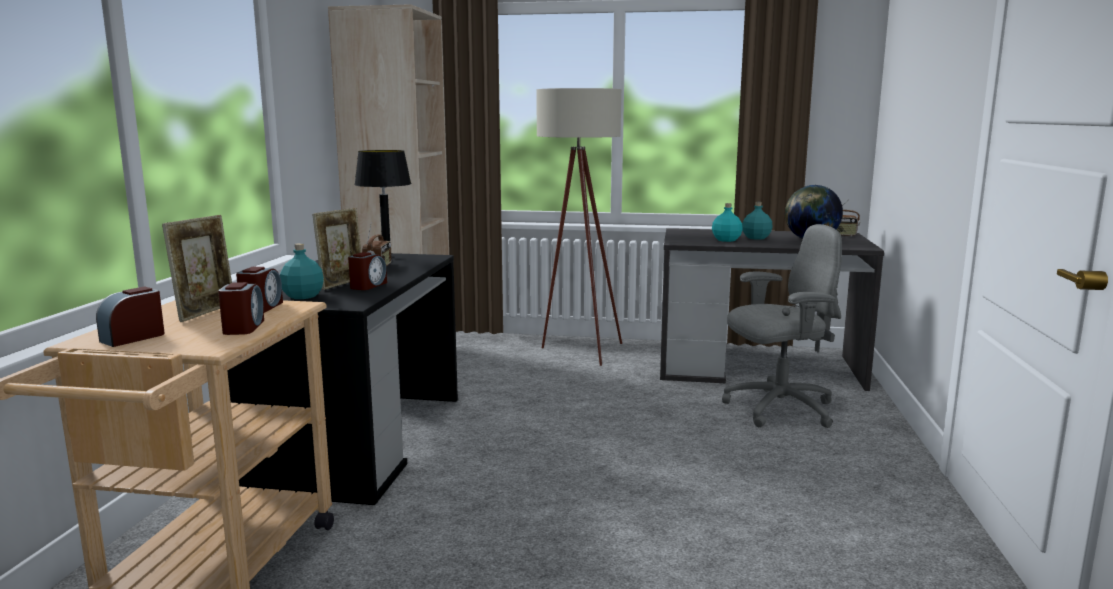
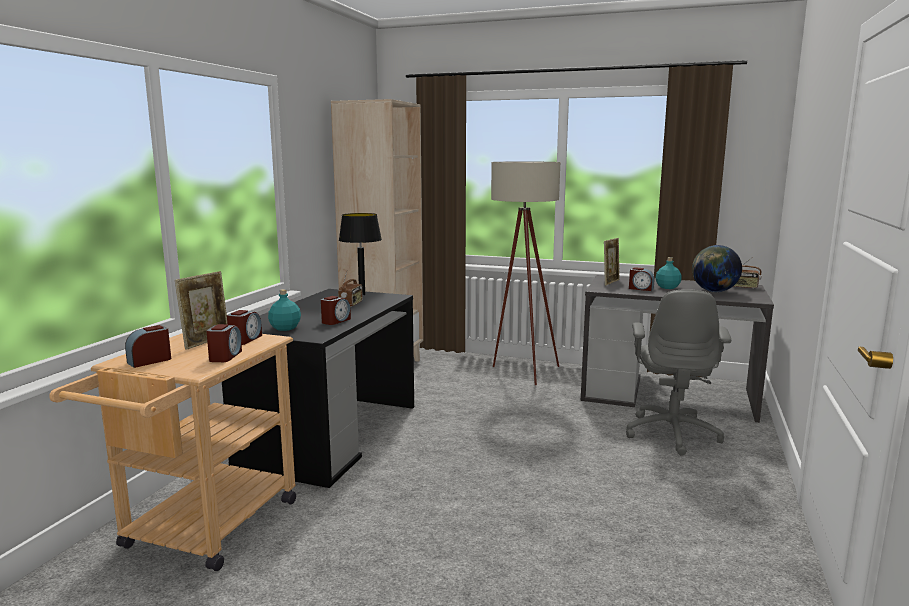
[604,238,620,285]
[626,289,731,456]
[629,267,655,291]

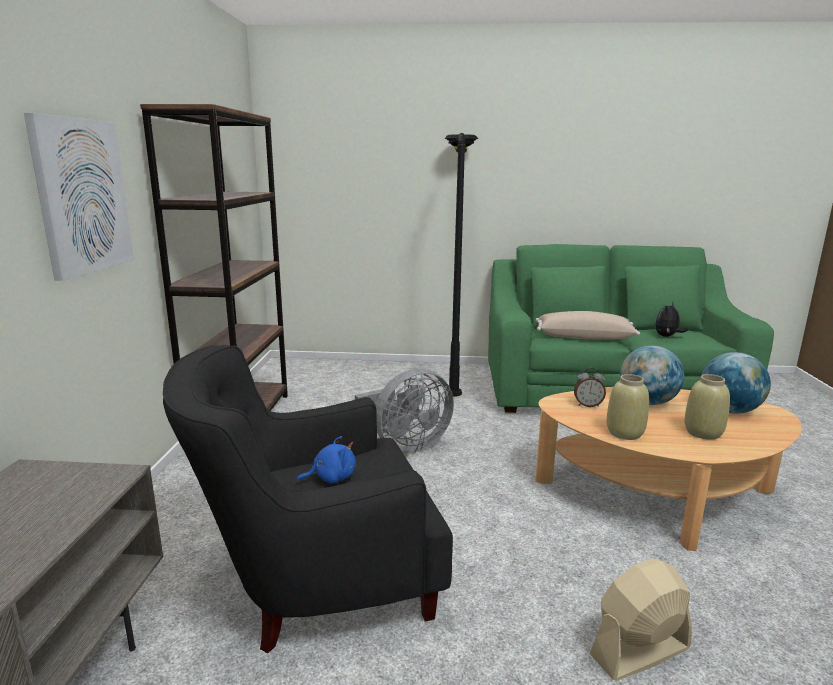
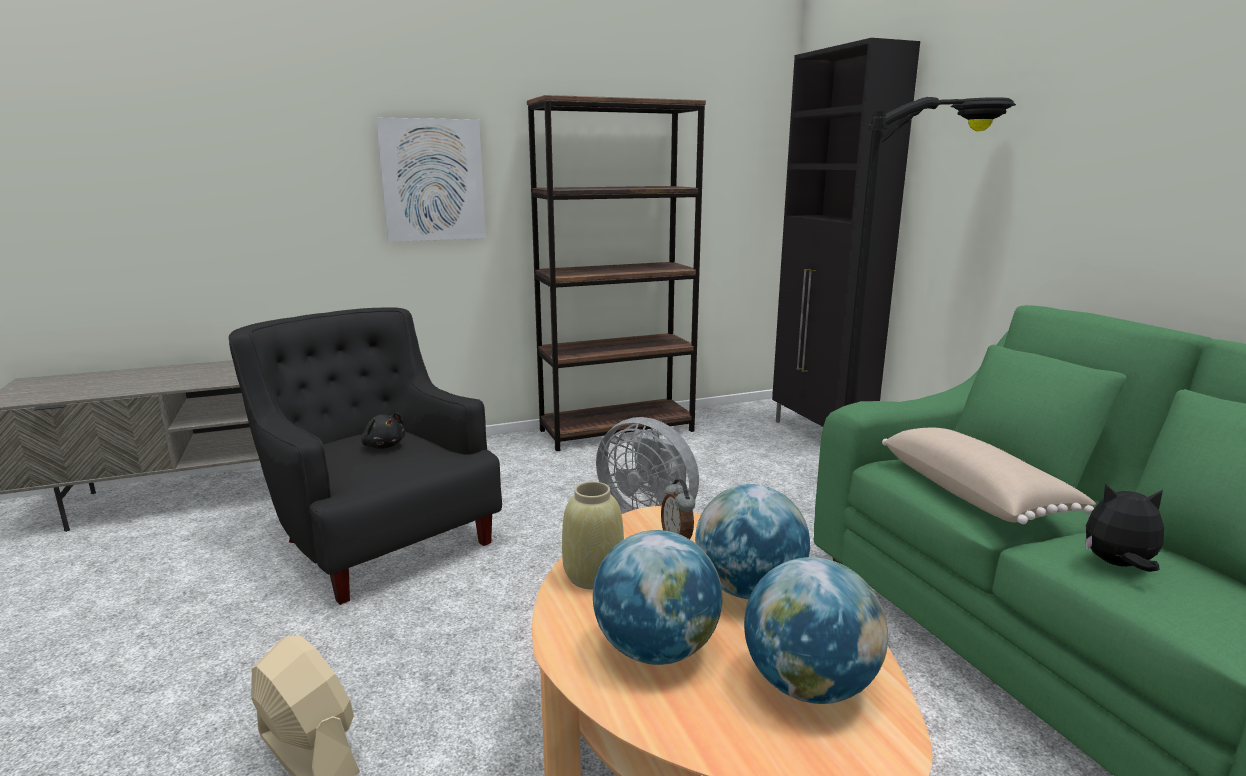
[361,412,405,449]
[593,530,722,665]
[772,38,920,427]

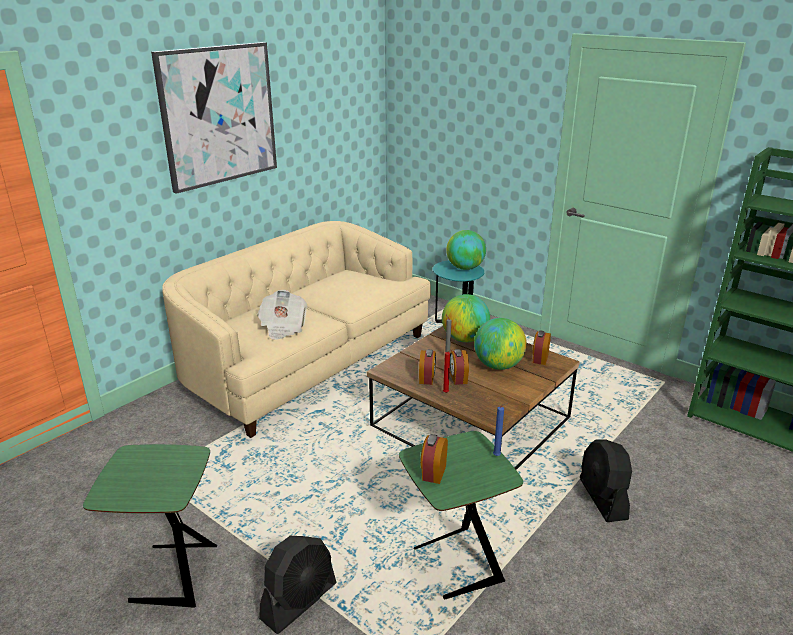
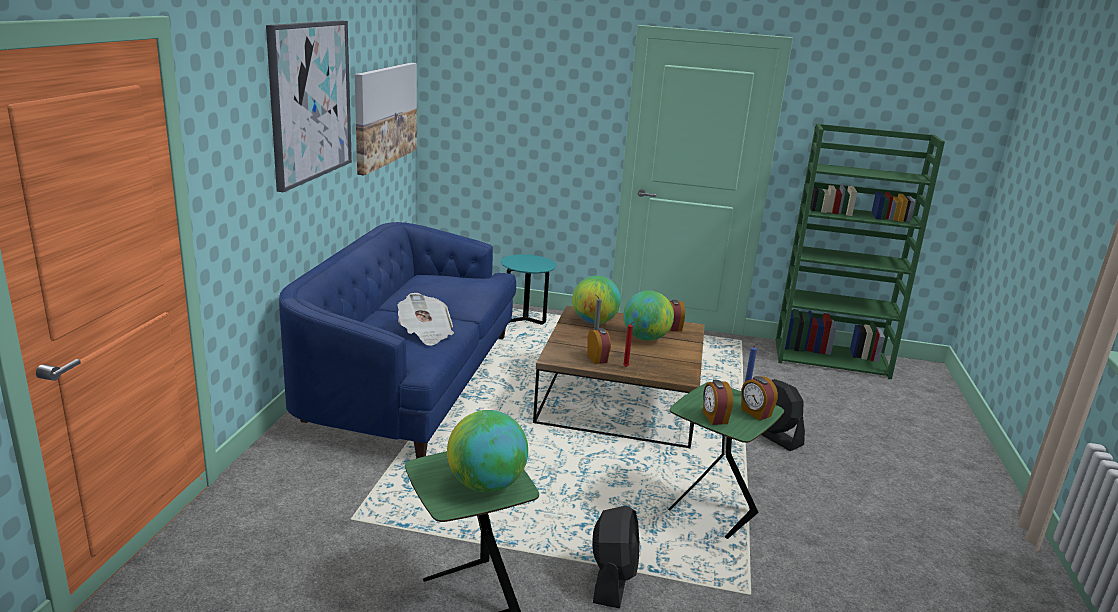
[279,222,516,459]
[355,63,417,175]
[447,410,528,492]
[741,376,778,420]

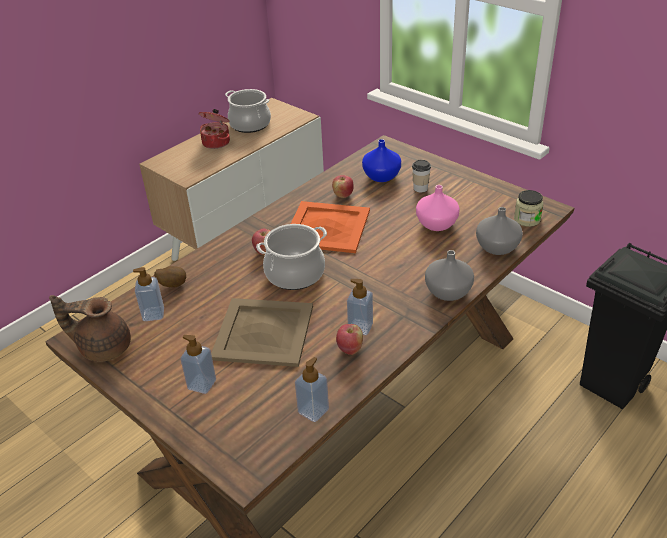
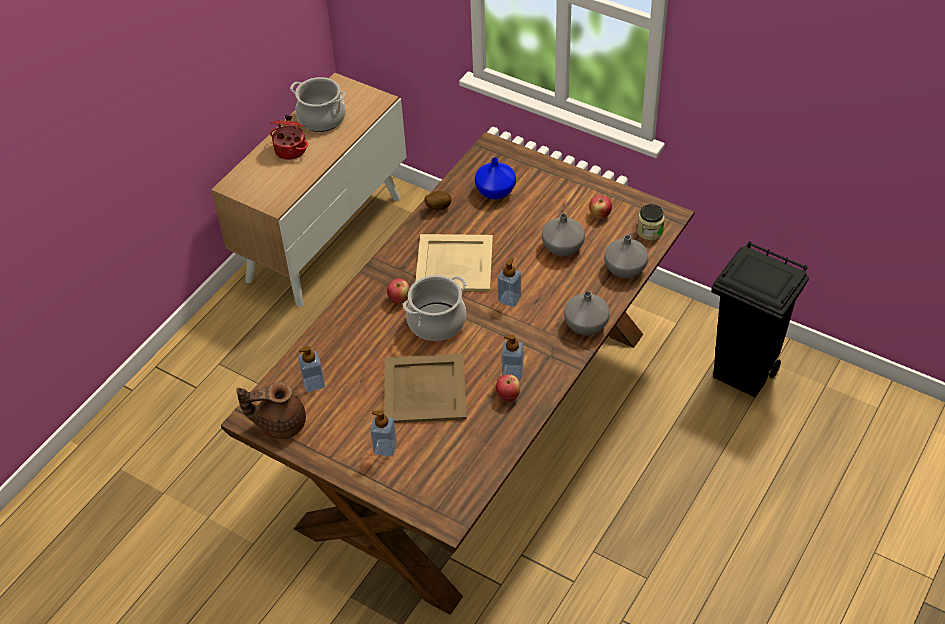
[415,234,493,291]
[425,191,452,210]
[498,257,521,307]
[542,213,585,256]
[589,195,612,219]
[412,160,431,192] (first image)

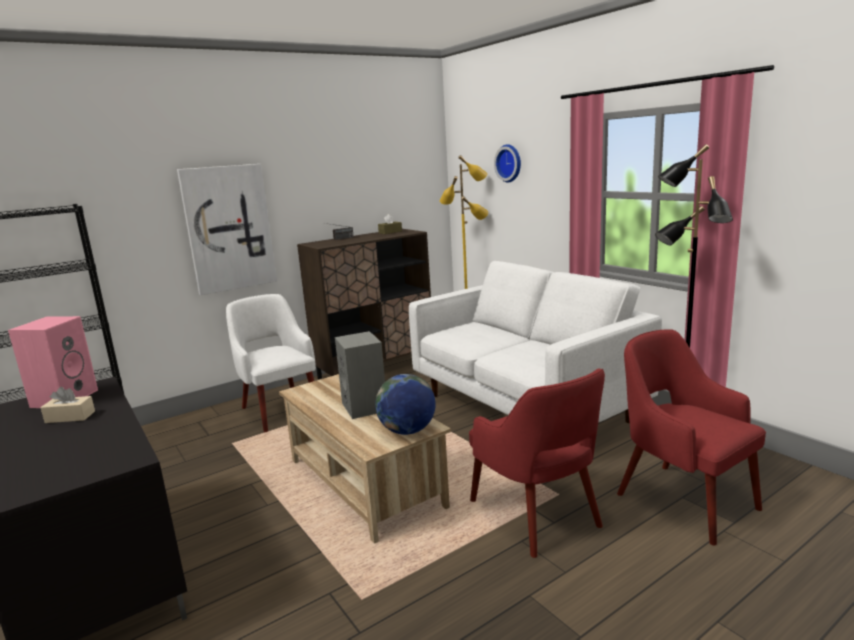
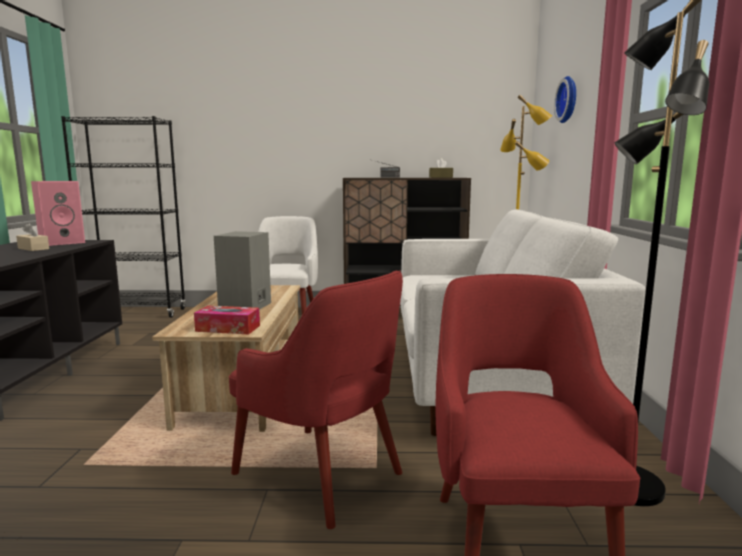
[194,306,260,334]
[229,270,403,529]
[177,164,277,295] (first image)

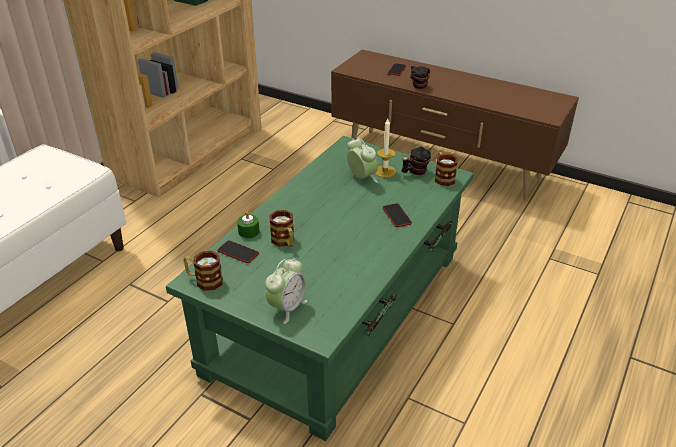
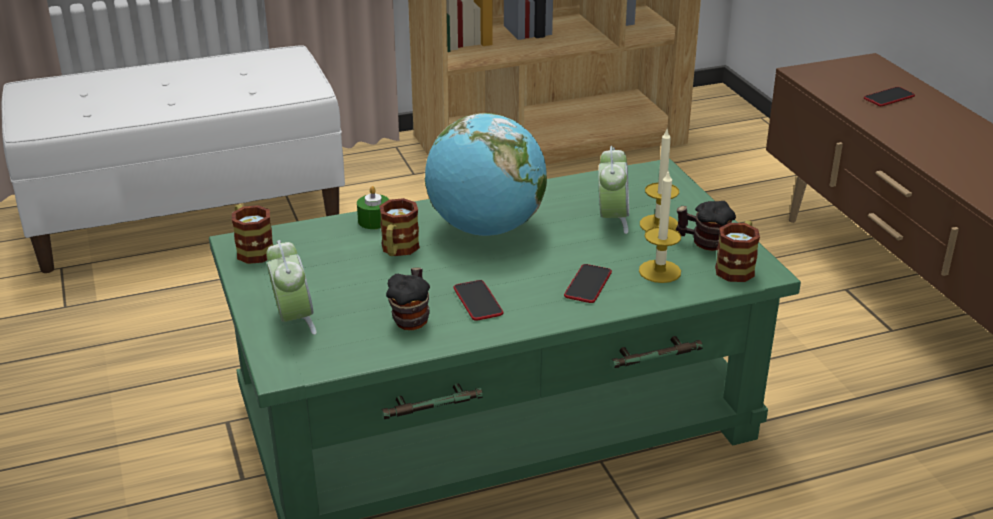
[267,240,317,335]
[386,268,430,330]
[425,113,547,236]
[453,280,504,321]
[639,170,681,283]

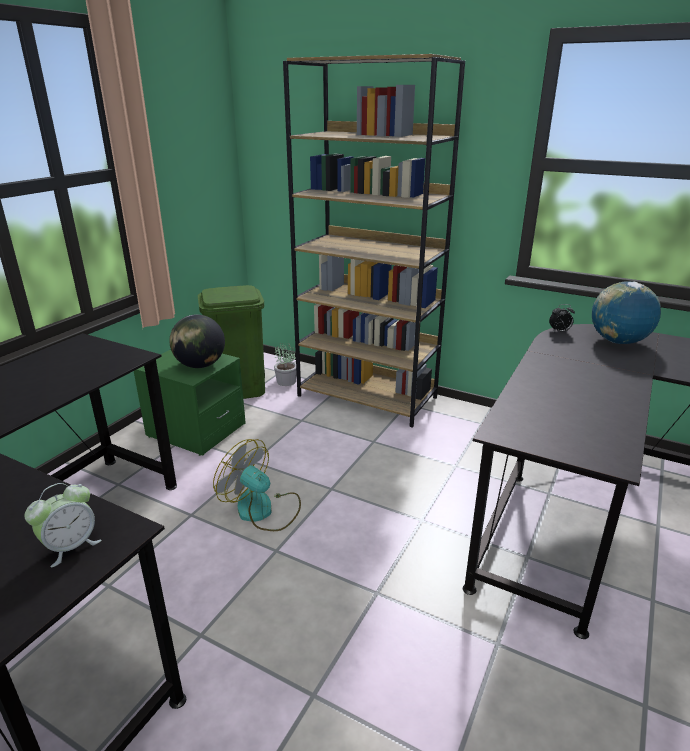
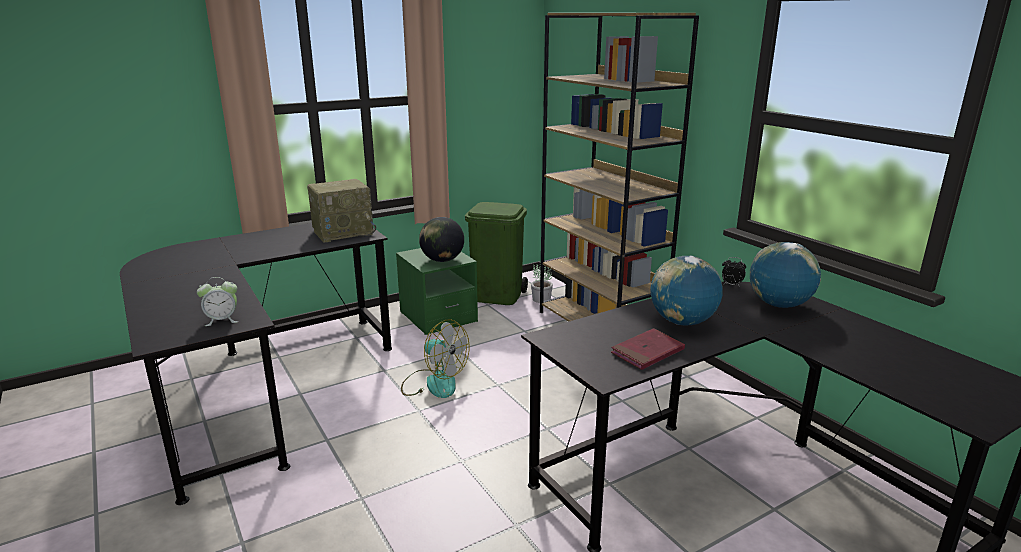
[307,179,376,243]
[401,319,469,398]
[611,328,685,370]
[651,256,723,325]

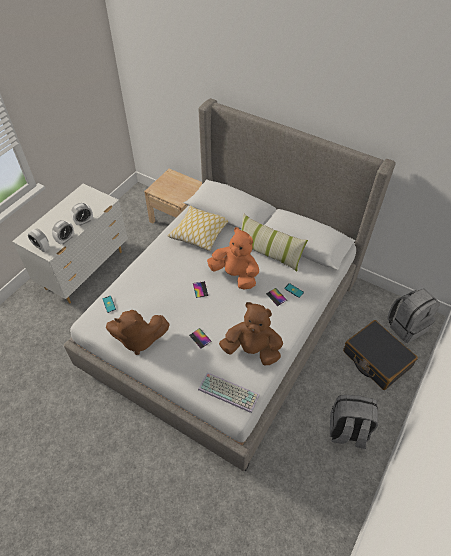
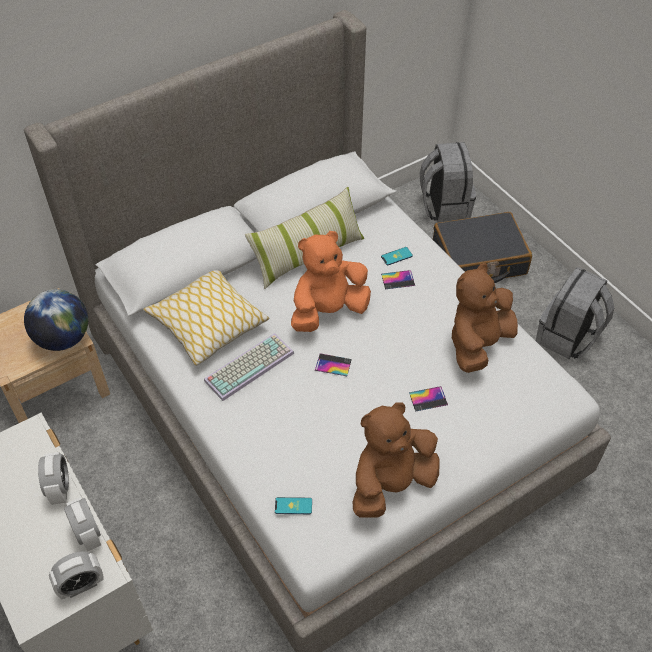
[24,289,88,351]
[204,333,294,401]
[352,402,440,518]

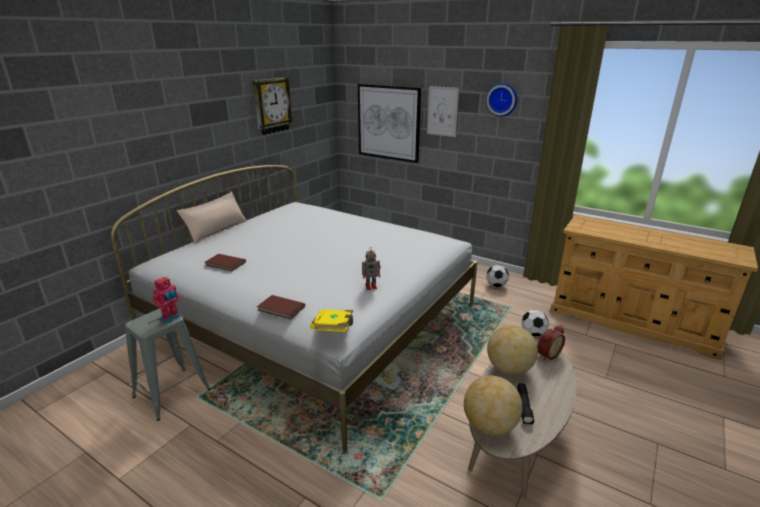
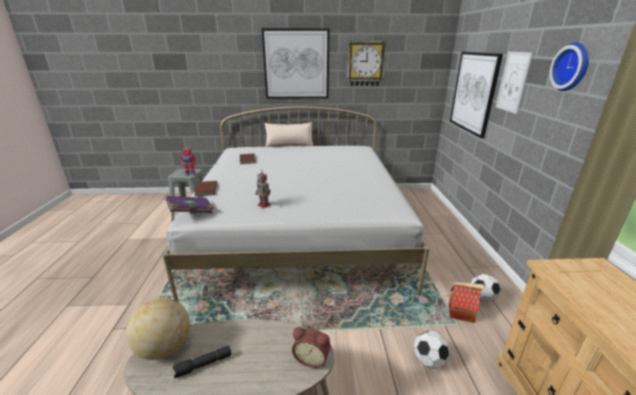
[166,196,214,214]
[262,28,330,99]
[449,282,485,323]
[487,325,538,375] (first image)

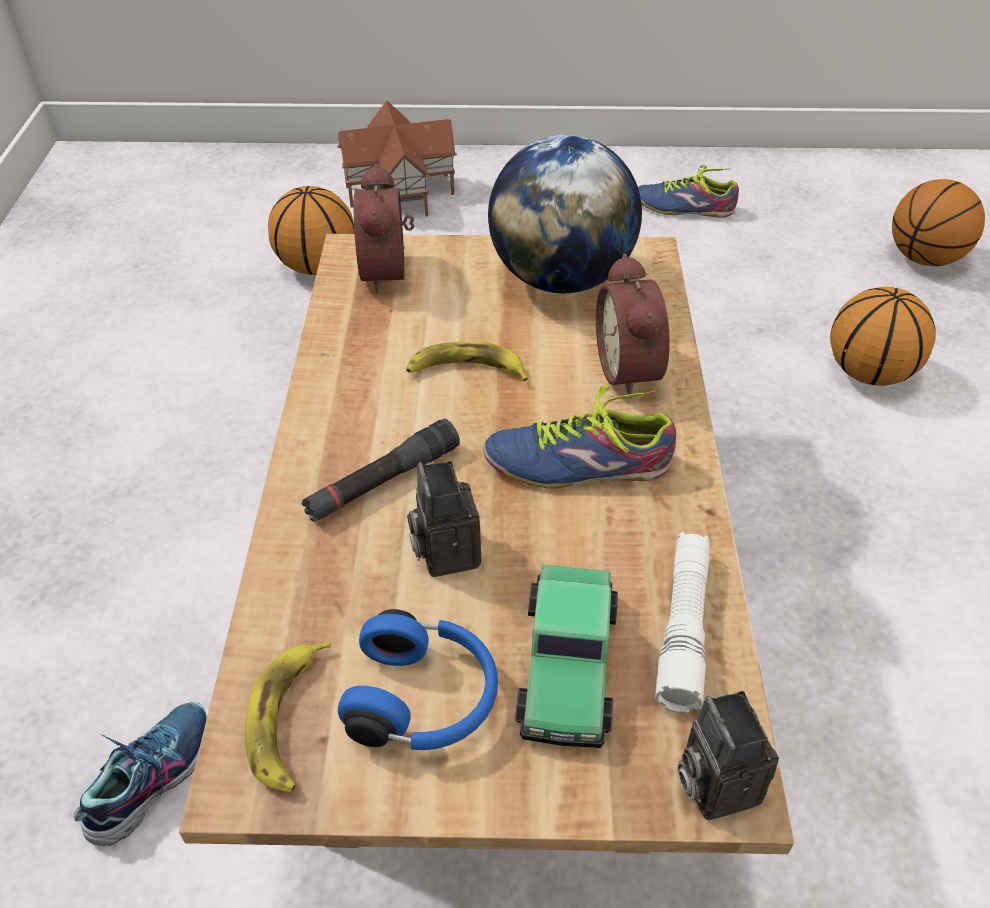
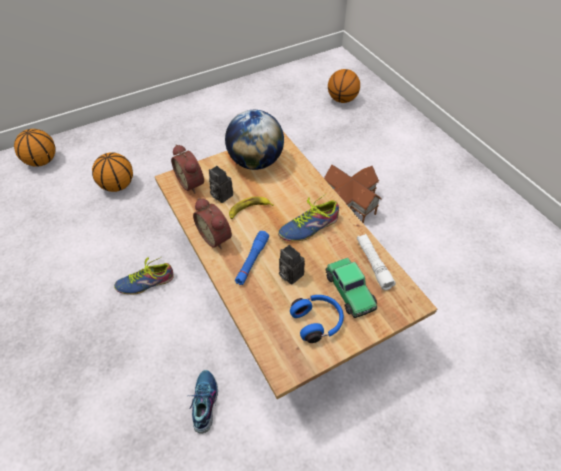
[14,129,56,167]
[114,257,174,294]
[193,198,232,249]
[209,166,233,203]
[235,231,269,285]
[324,165,381,224]
[245,640,331,792] (first image)

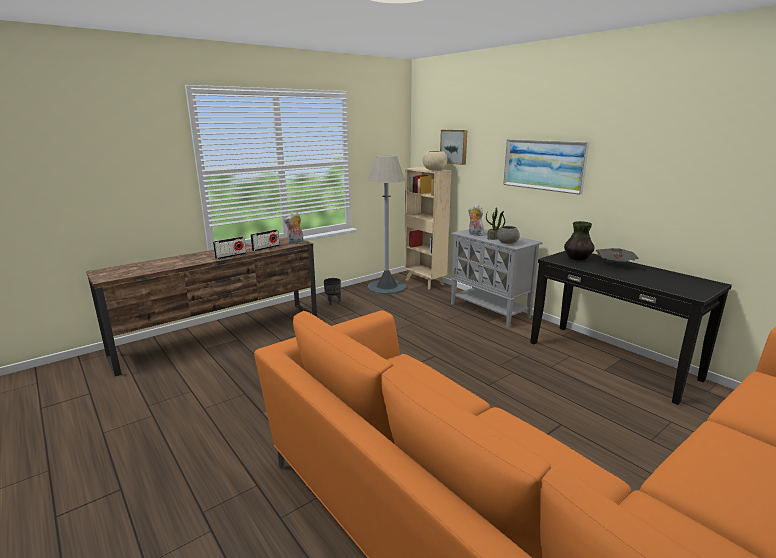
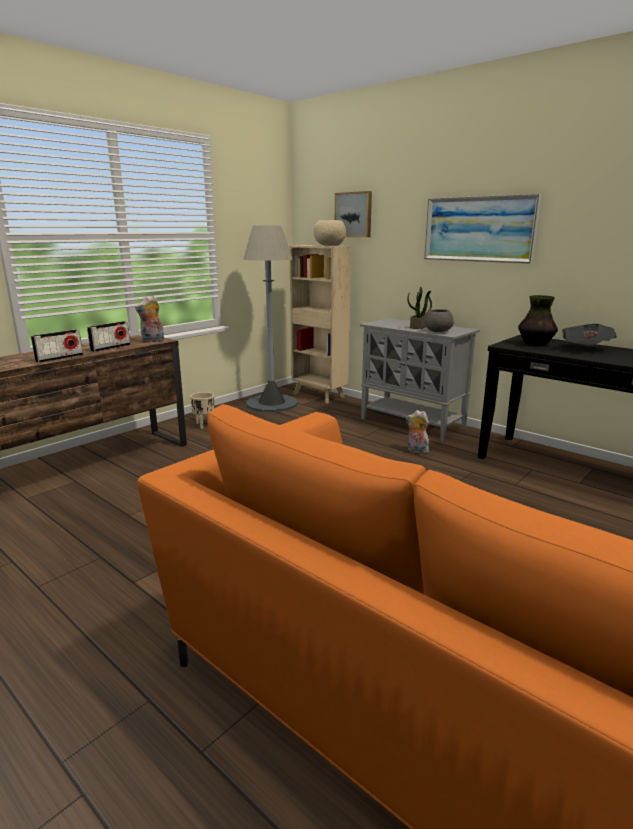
[190,392,214,429]
[406,410,429,454]

